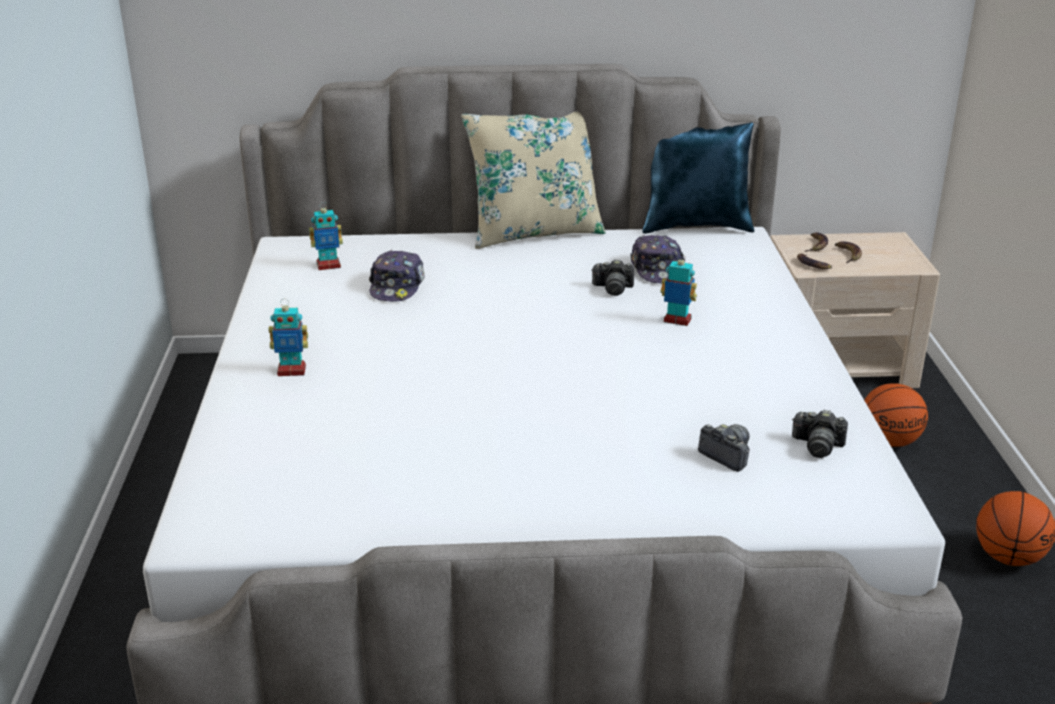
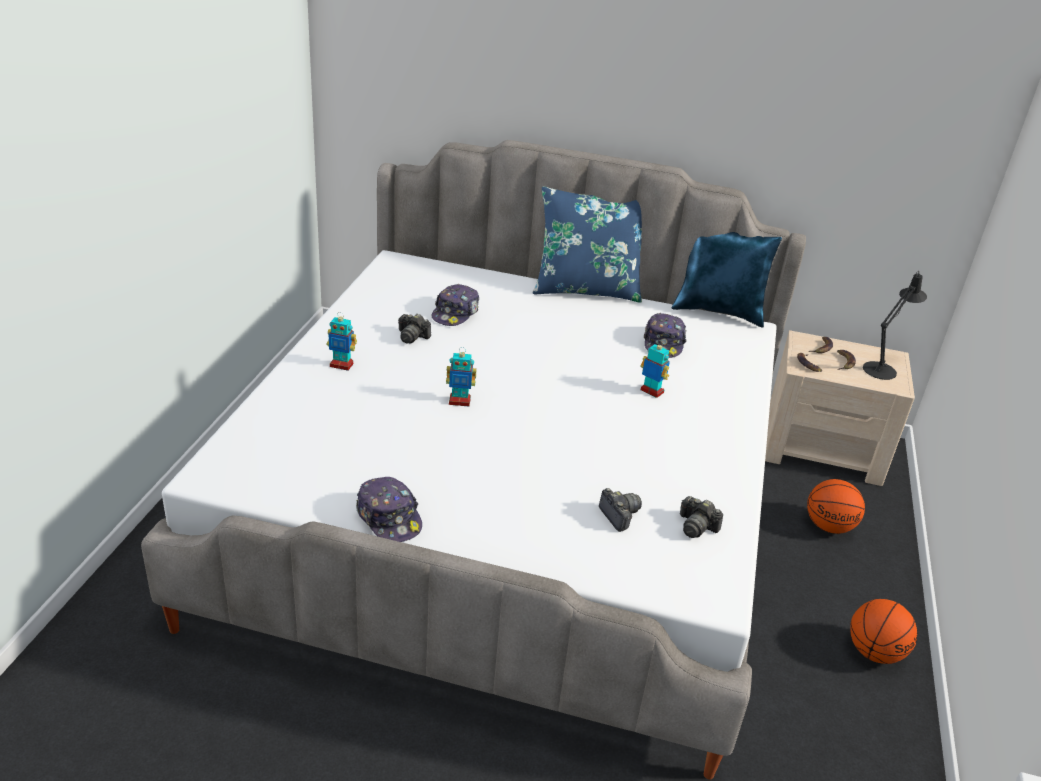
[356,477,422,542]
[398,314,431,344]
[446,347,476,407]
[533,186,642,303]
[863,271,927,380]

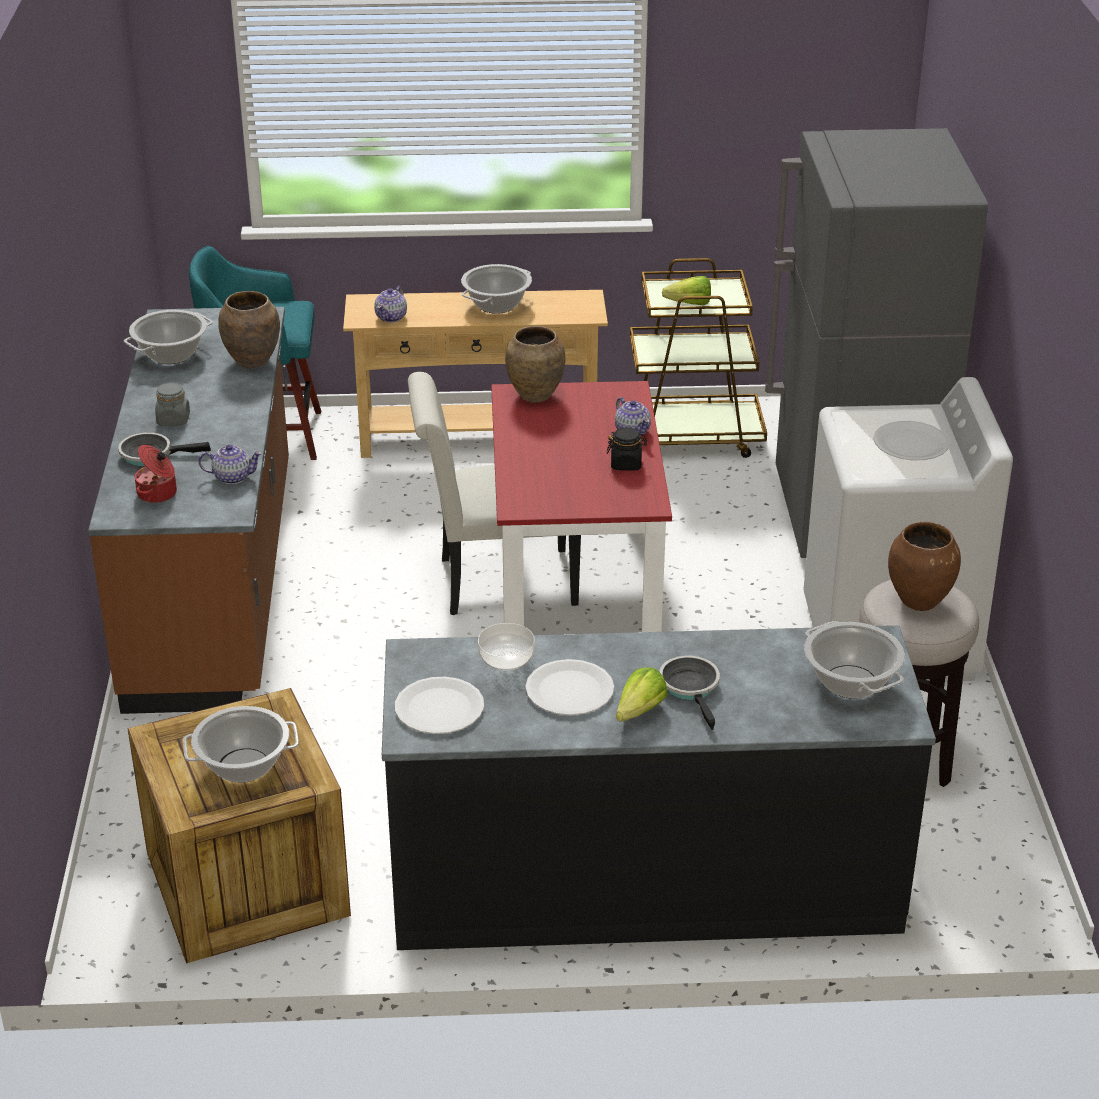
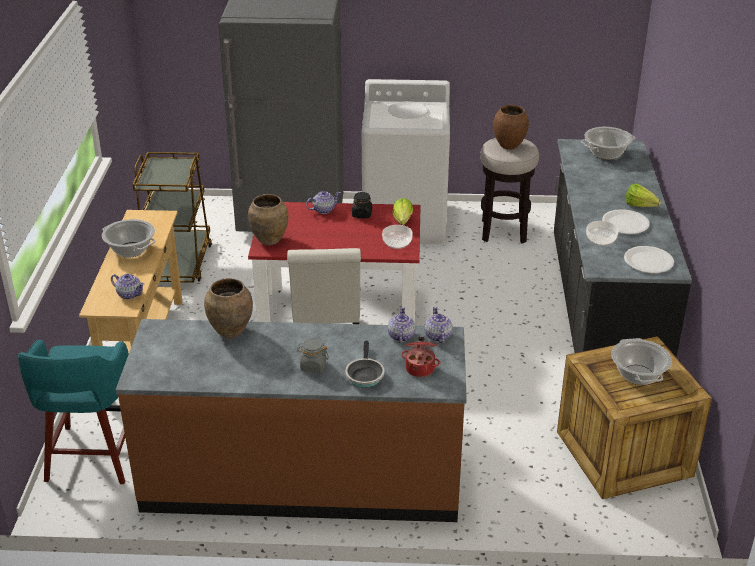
[382,225,413,249]
[392,198,413,225]
[425,307,452,343]
[124,310,213,364] (first image)
[659,656,720,730] (first image)

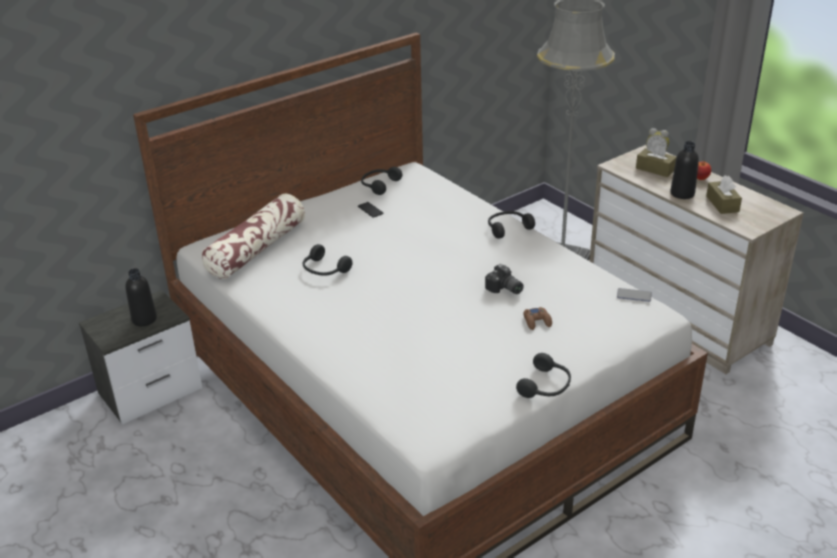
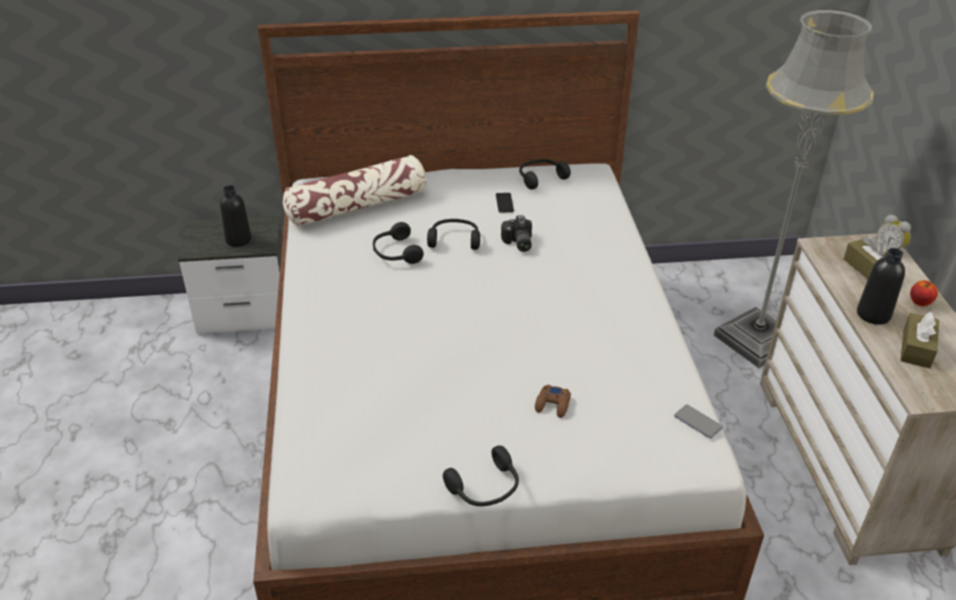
[427,219,480,250]
[501,215,532,252]

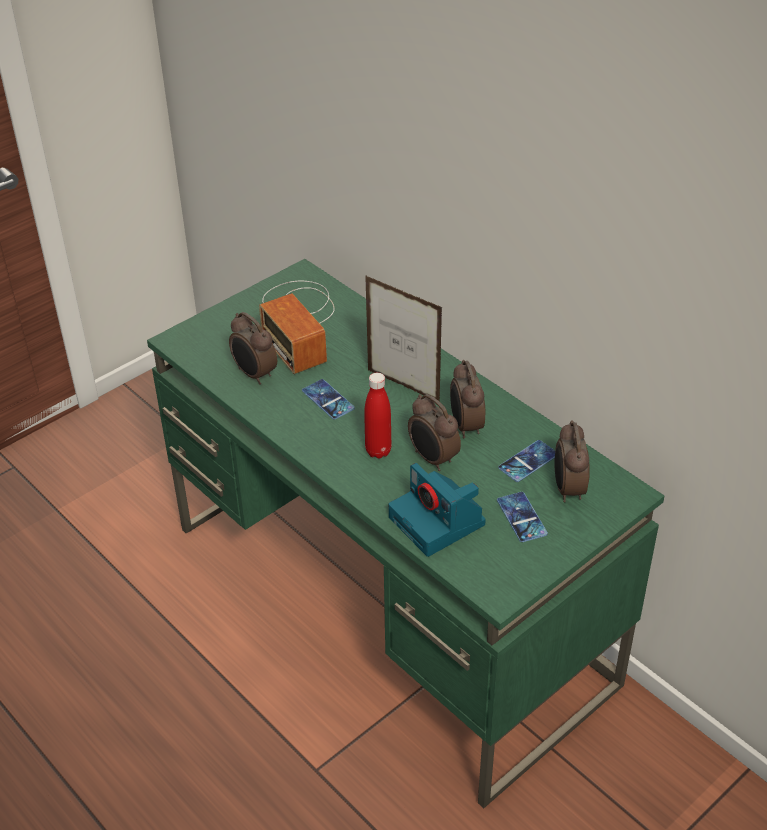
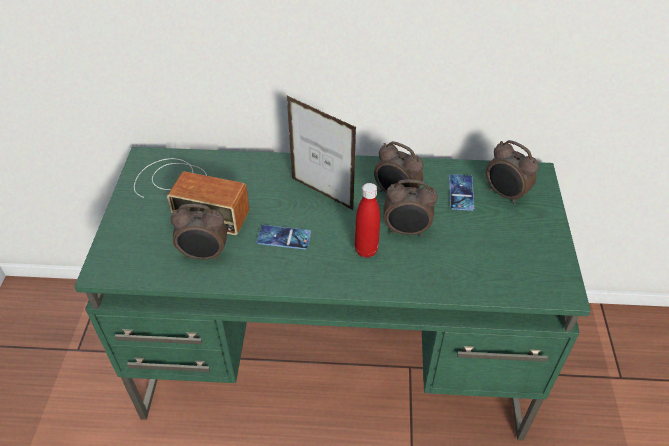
[287,96,356,211]
[389,463,486,557] (first image)
[497,492,548,542] (first image)

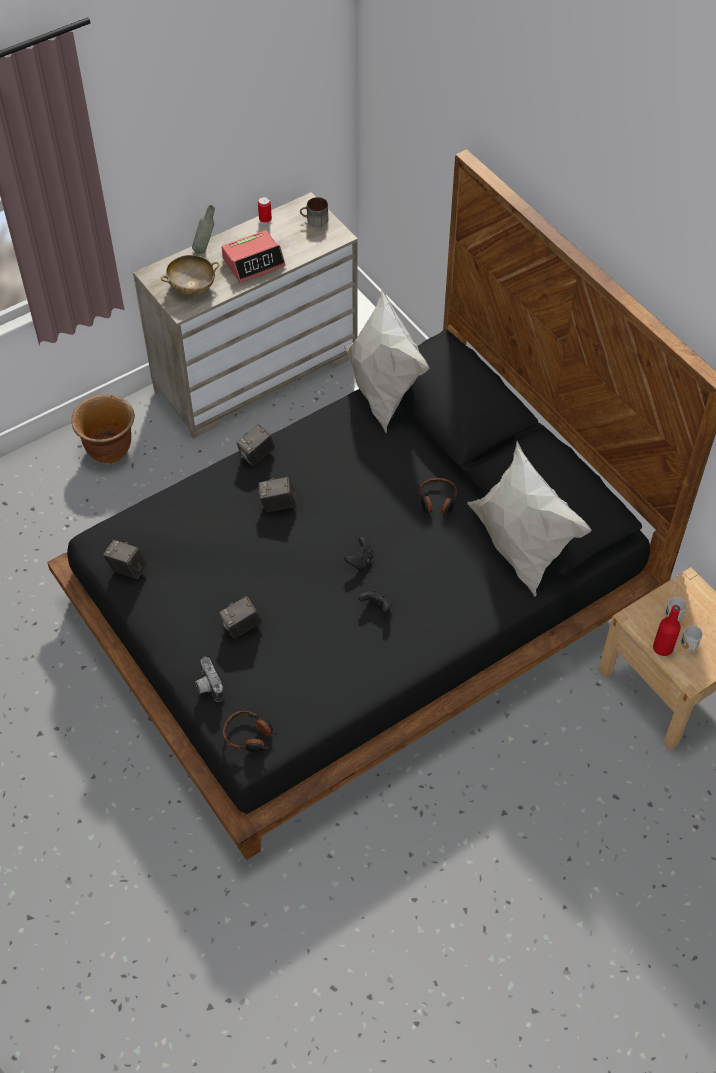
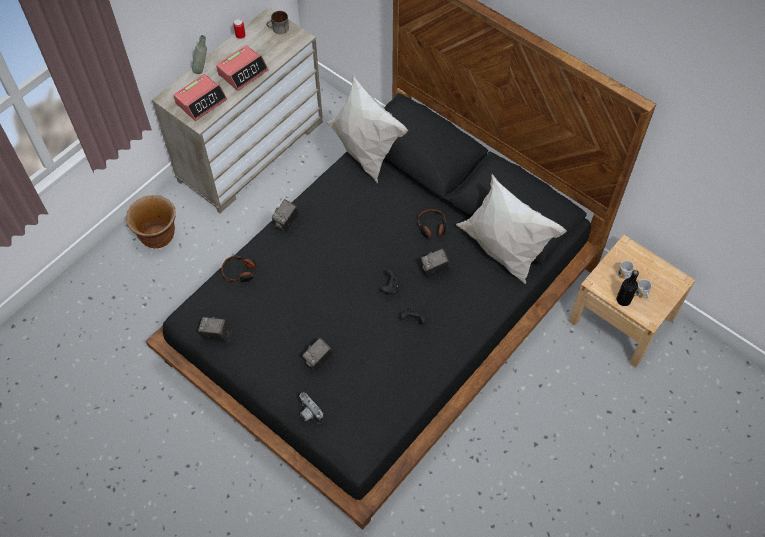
[173,74,227,121]
[221,256,258,282]
[421,249,451,278]
[616,270,639,306]

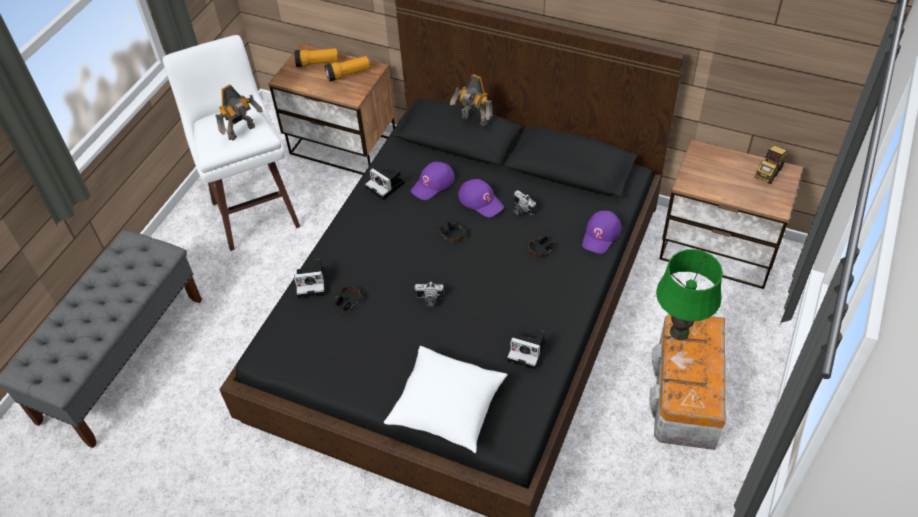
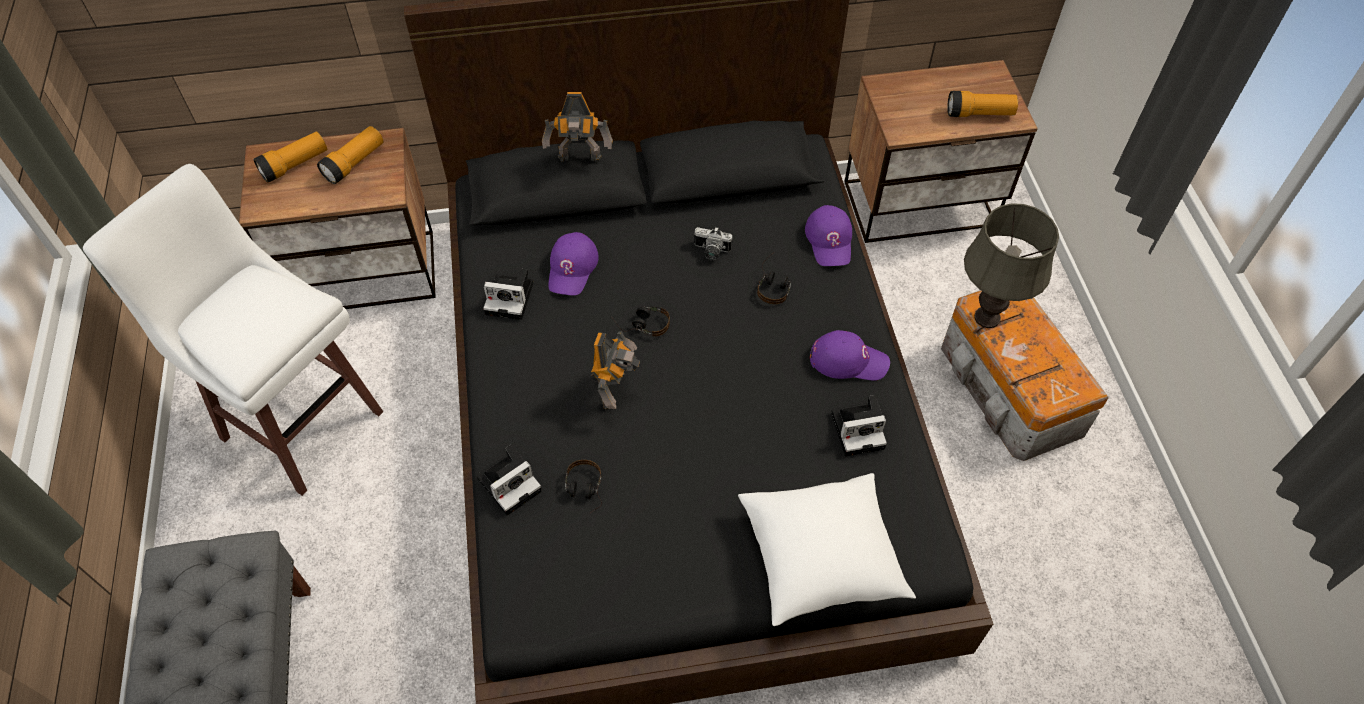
[591,331,640,410]
[810,330,890,381]
[947,91,1018,117]
[964,203,1059,328]
[414,281,444,307] (first image)
[755,145,787,184] (first image)

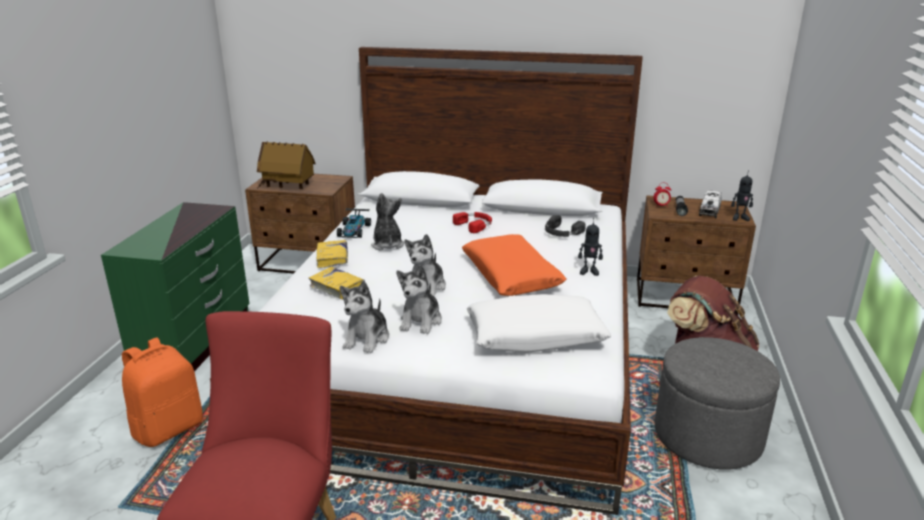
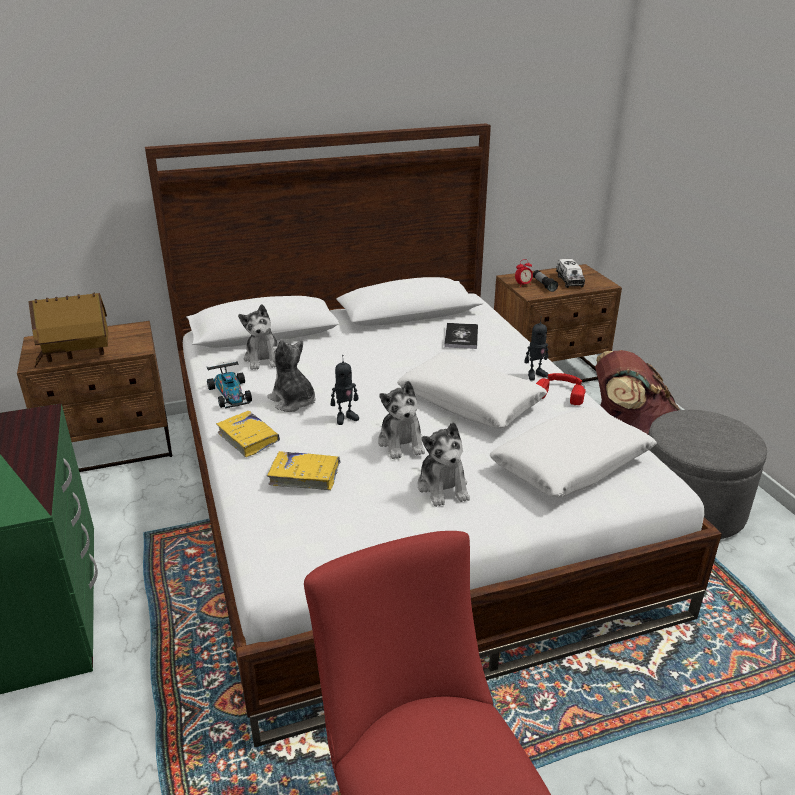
[238,304,278,370]
[331,355,359,425]
[397,352,547,429]
[444,323,478,349]
[536,373,586,405]
[122,338,203,447] (first image)

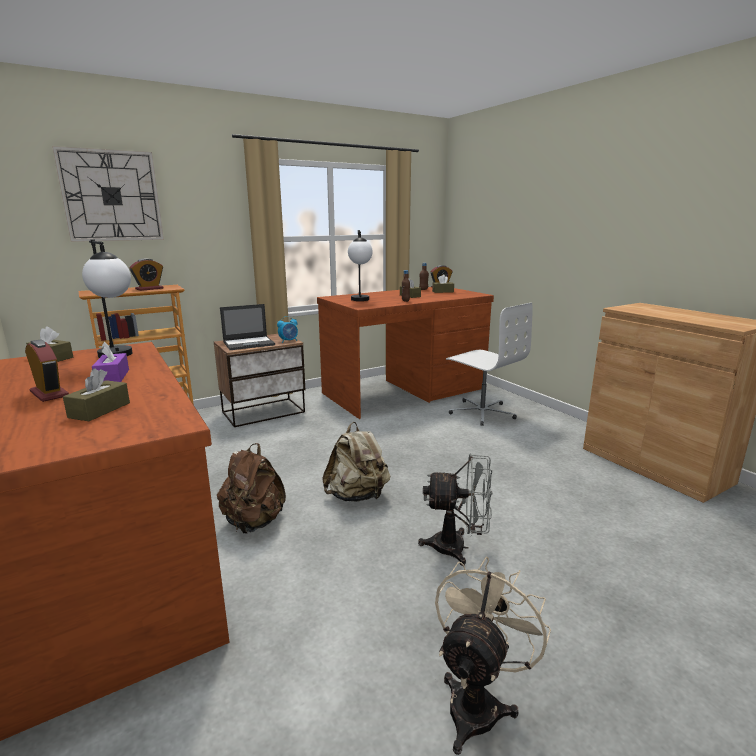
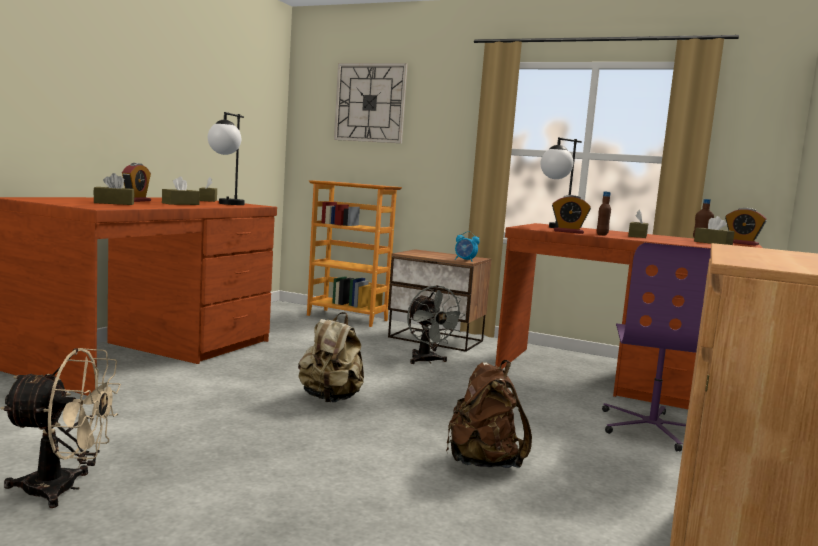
[162,176,200,205]
[407,285,465,364]
[446,360,532,468]
[552,195,591,234]
[602,243,711,452]
[220,304,275,350] (first image)

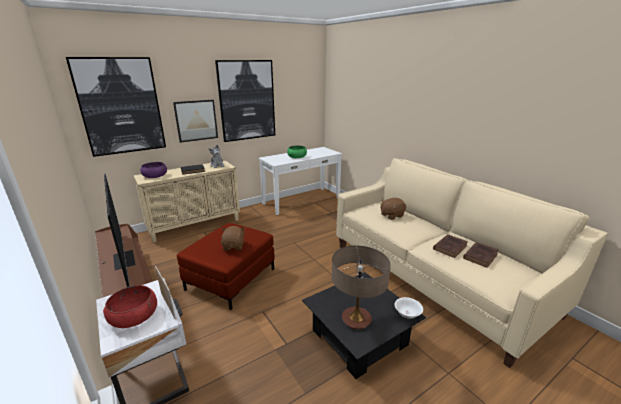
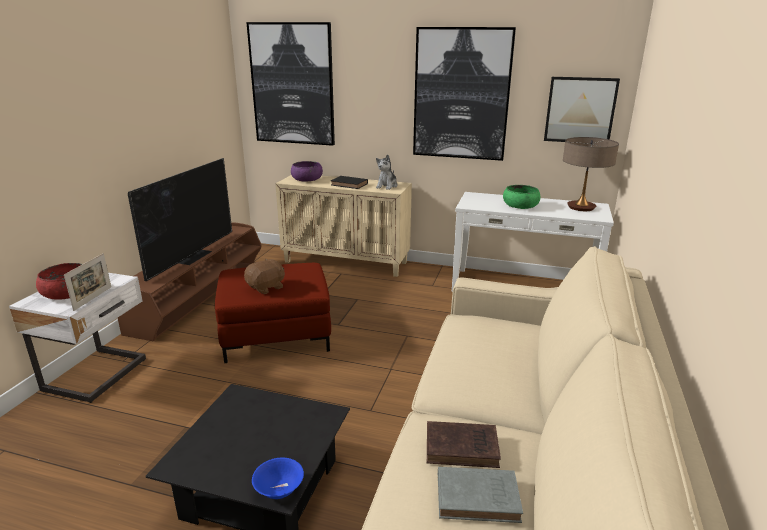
[252,457,304,499]
[438,467,523,523]
[544,77,620,142]
[563,137,619,211]
[381,198,406,220] (first image)

